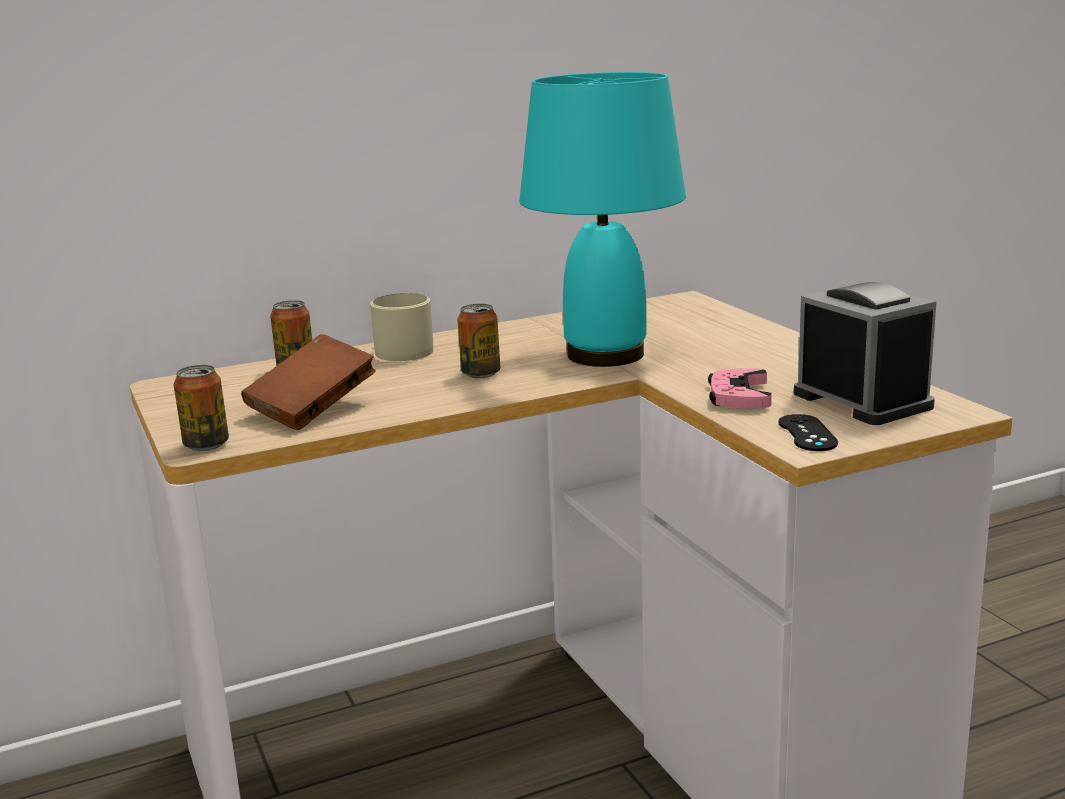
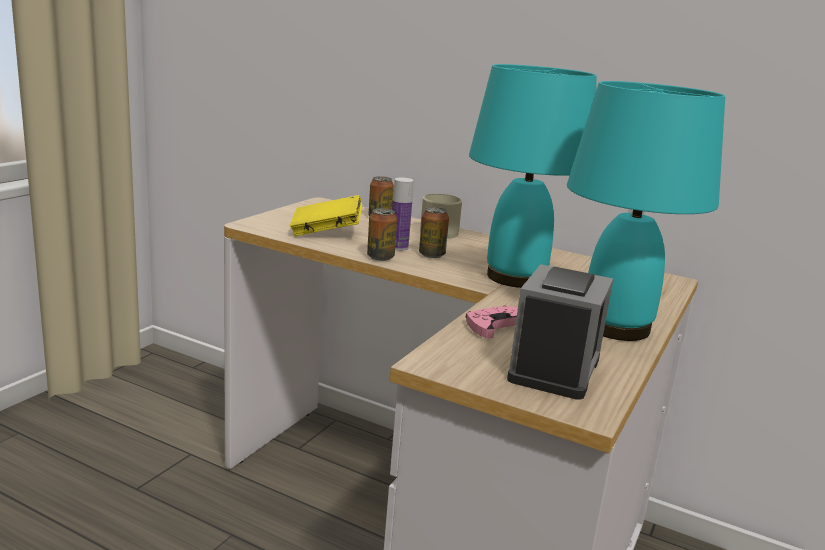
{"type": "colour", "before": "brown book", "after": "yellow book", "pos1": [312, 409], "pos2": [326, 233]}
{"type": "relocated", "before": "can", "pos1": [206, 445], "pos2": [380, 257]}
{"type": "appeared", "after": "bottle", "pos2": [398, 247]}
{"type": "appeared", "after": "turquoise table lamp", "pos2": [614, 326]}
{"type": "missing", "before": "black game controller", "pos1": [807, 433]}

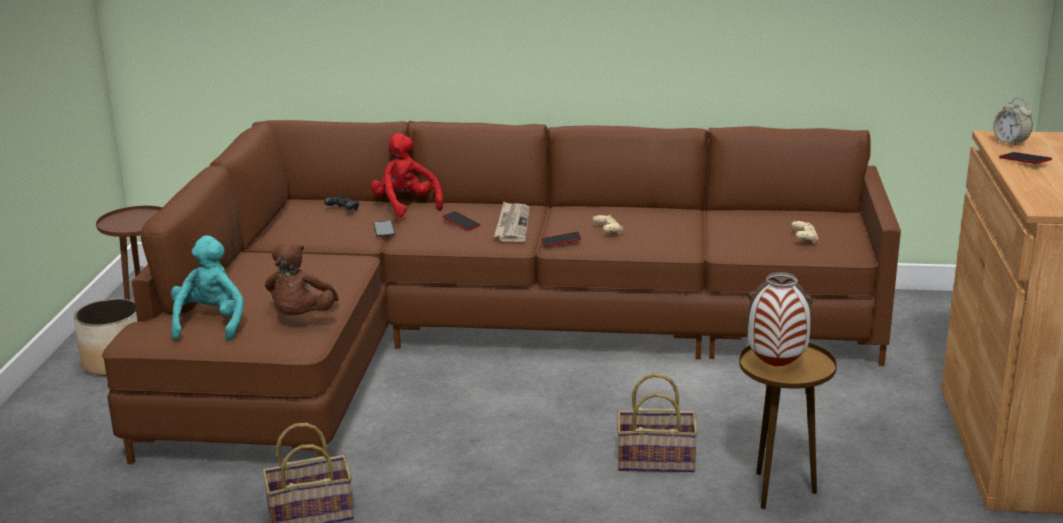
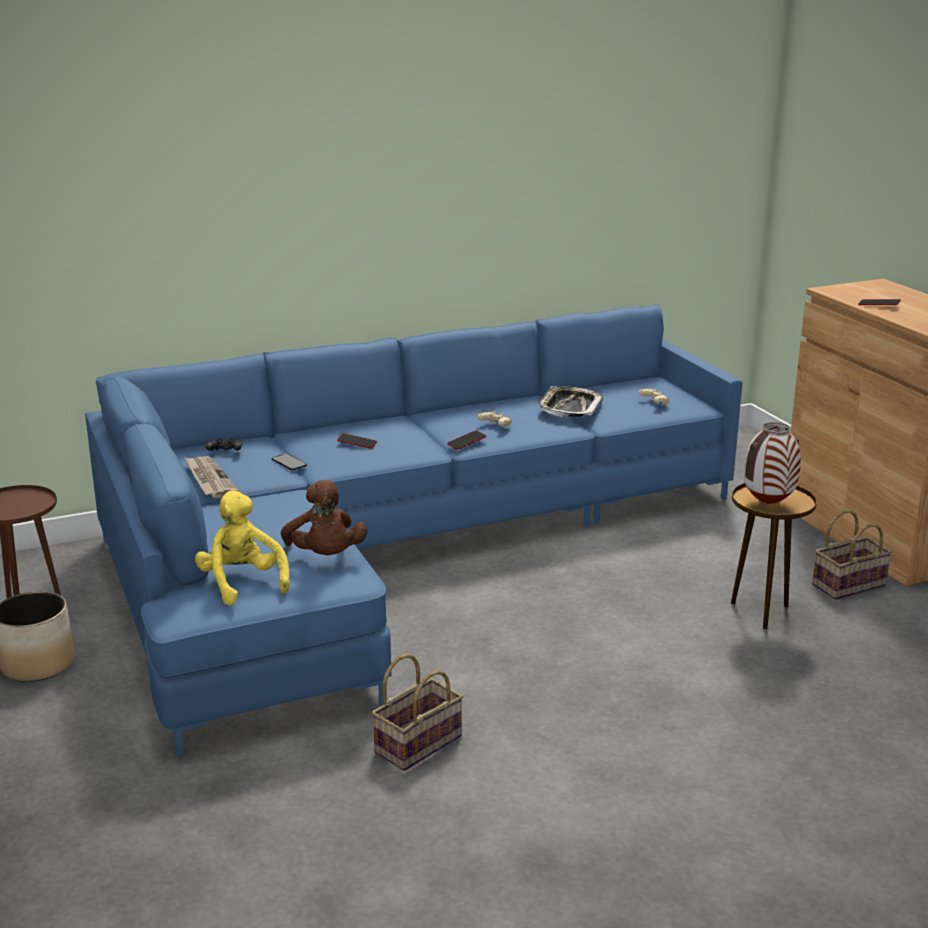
{"type": "colour", "before": "brown sofa", "after": "blue sofa", "pos1": [483, 338], "pos2": [389, 552]}
{"type": "relocated", "before": "newspaper", "pos1": [512, 225], "pos2": [209, 479]}
{"type": "colour", "before": "turquoise plush toy", "after": "yellow plush toy", "pos1": [211, 323], "pos2": [242, 583]}
{"type": "appeared", "after": "tray", "pos2": [569, 407]}
{"type": "relocated", "before": "basket", "pos1": [658, 460], "pos2": [849, 584]}
{"type": "missing", "before": "red plush toy", "pos1": [406, 205]}
{"type": "missing", "before": "alarm clock", "pos1": [1010, 142]}

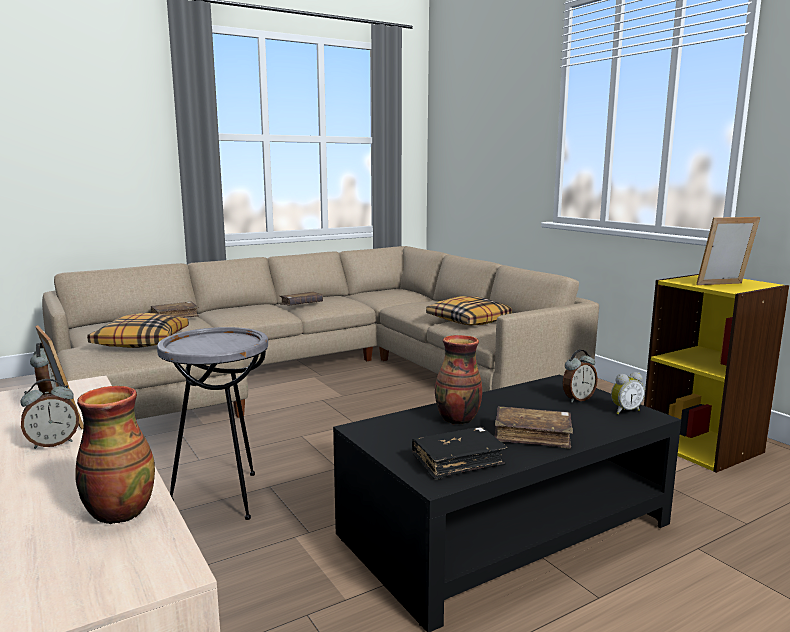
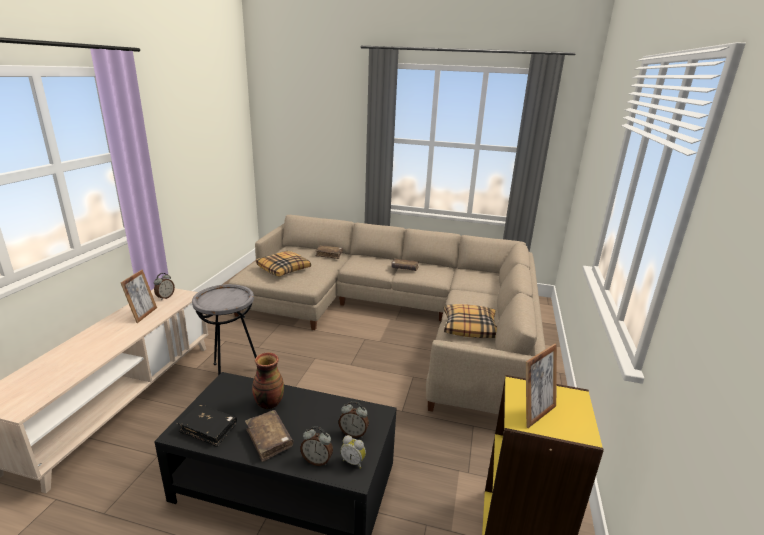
{"type": "relocated", "before": "alarm clock", "pos1": [53, 443], "pos2": [317, 460]}
{"type": "spun", "before": "picture frame", "pos1": [723, 285], "pos2": [535, 412], "turn": 105}
{"type": "missing", "before": "vase", "pos1": [118, 512]}

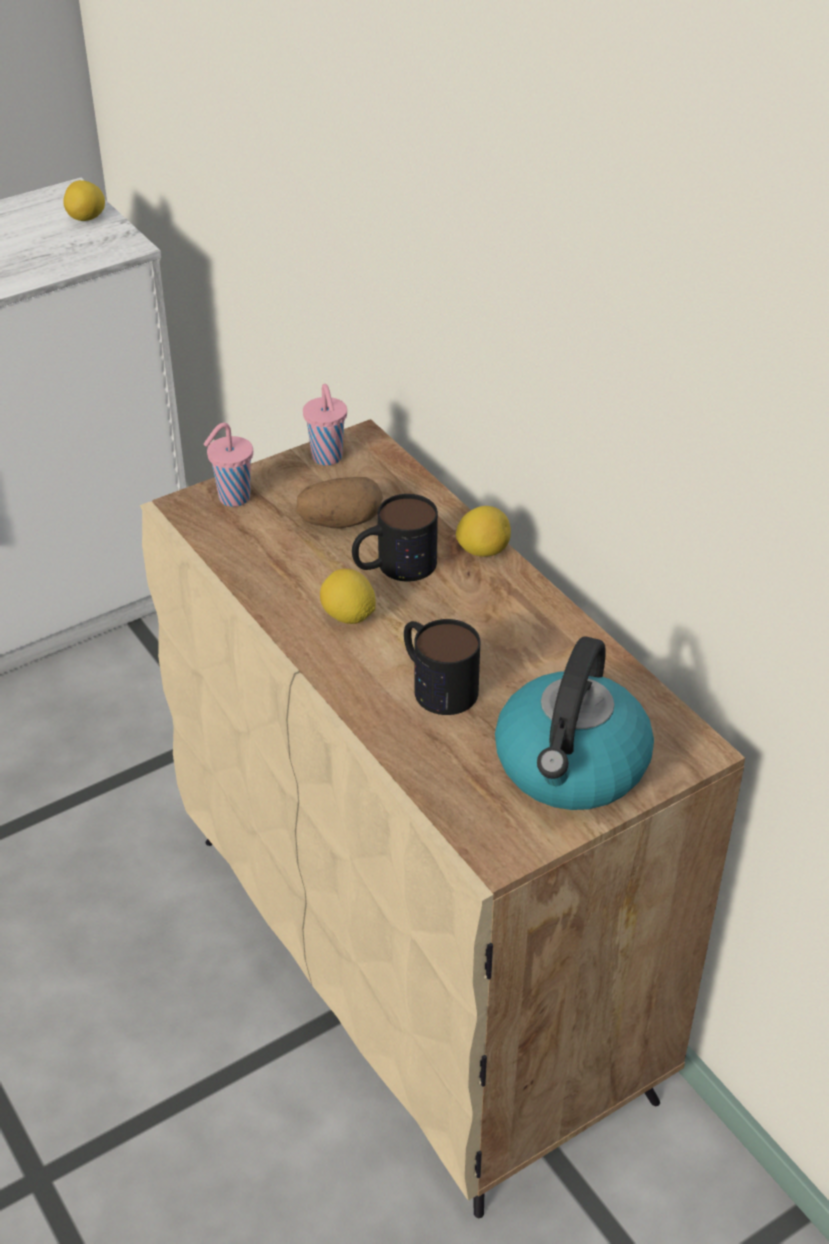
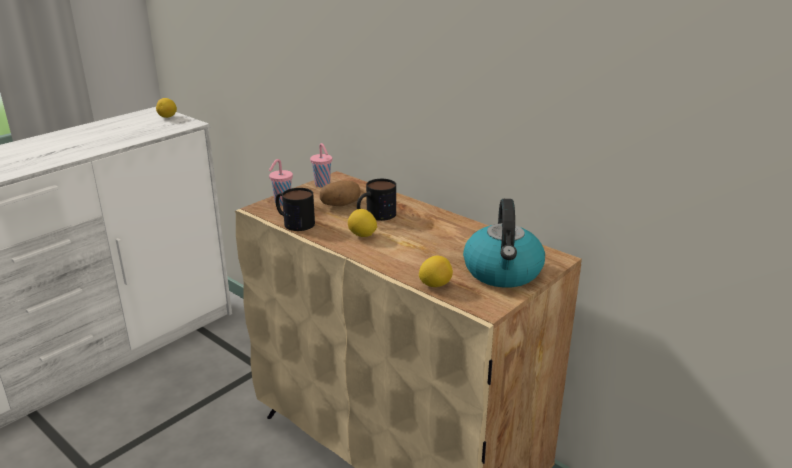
{"type": "relocated", "before": "mug", "pos1": [436, 683], "pos2": [294, 222]}
{"type": "relocated", "before": "lemon", "pos1": [483, 551], "pos2": [435, 284]}

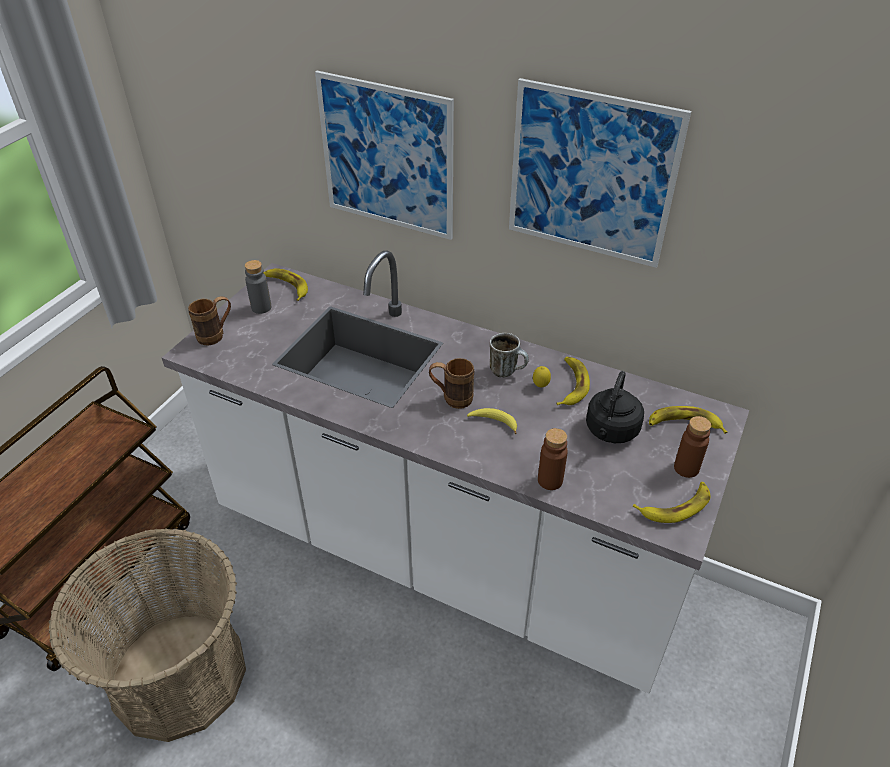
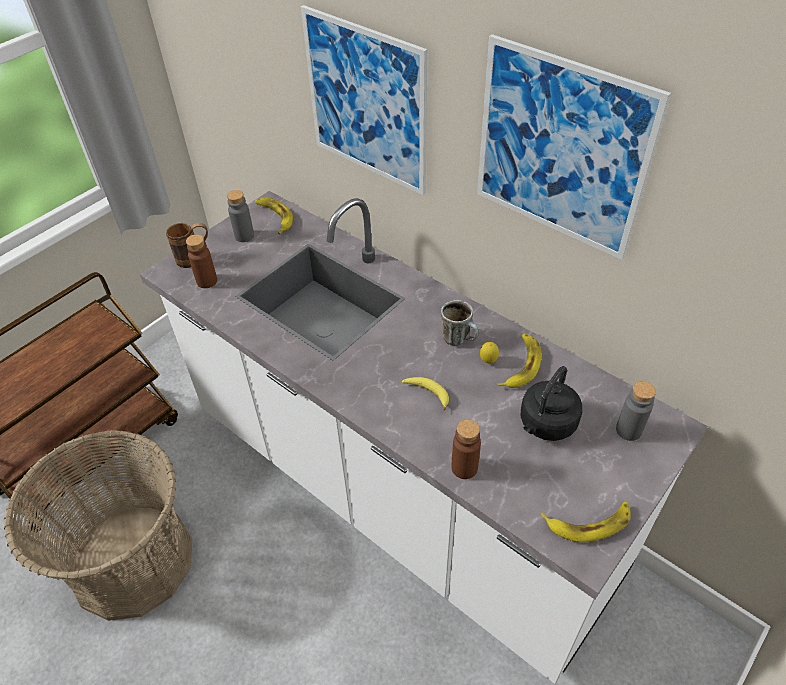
{"type": "relocated", "before": "brown bottle", "pos1": [686, 468], "pos2": [207, 281]}
{"type": "exchanged", "before": "banana", "after": "grey bottle", "pos1": [684, 424], "pos2": [628, 430]}
{"type": "missing", "before": "brown mug", "pos1": [451, 398]}

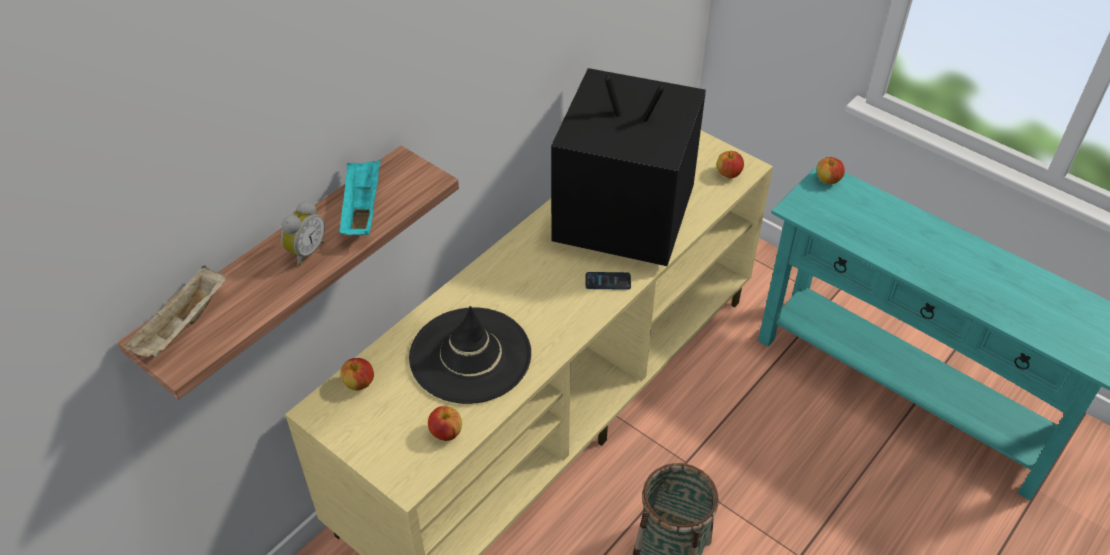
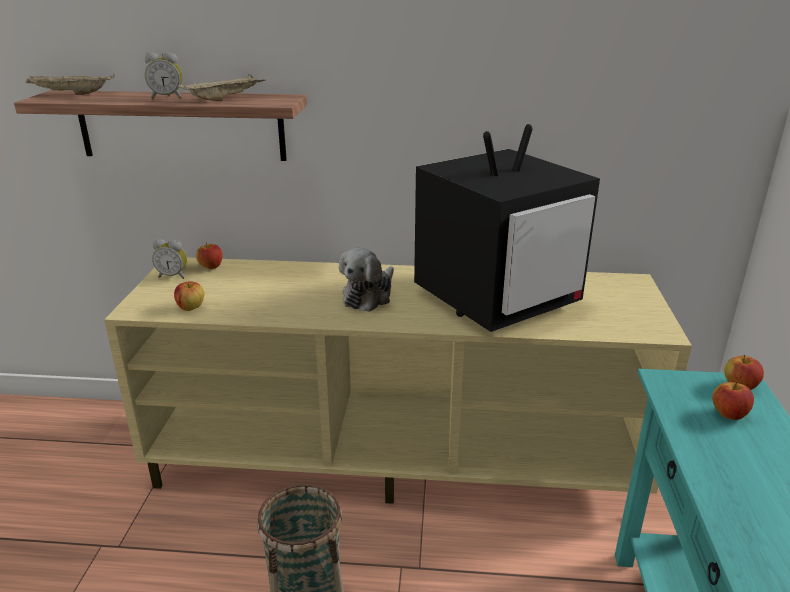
{"type": "appeared", "after": "alarm clock", "pos2": [173, 276]}
{"type": "colour", "before": "turquoise tray", "after": "beige tray", "pos1": [362, 209], "pos2": [225, 98]}
{"type": "appeared", "after": "plush toy", "pos2": [369, 296]}
{"type": "spun", "before": "television", "pos1": [621, 219], "pos2": [497, 299], "turn": 75}
{"type": "relocated", "before": "apple", "pos1": [728, 174], "pos2": [729, 414]}
{"type": "missing", "before": "black hat", "pos1": [470, 355]}
{"type": "missing", "before": "phone", "pos1": [608, 281]}

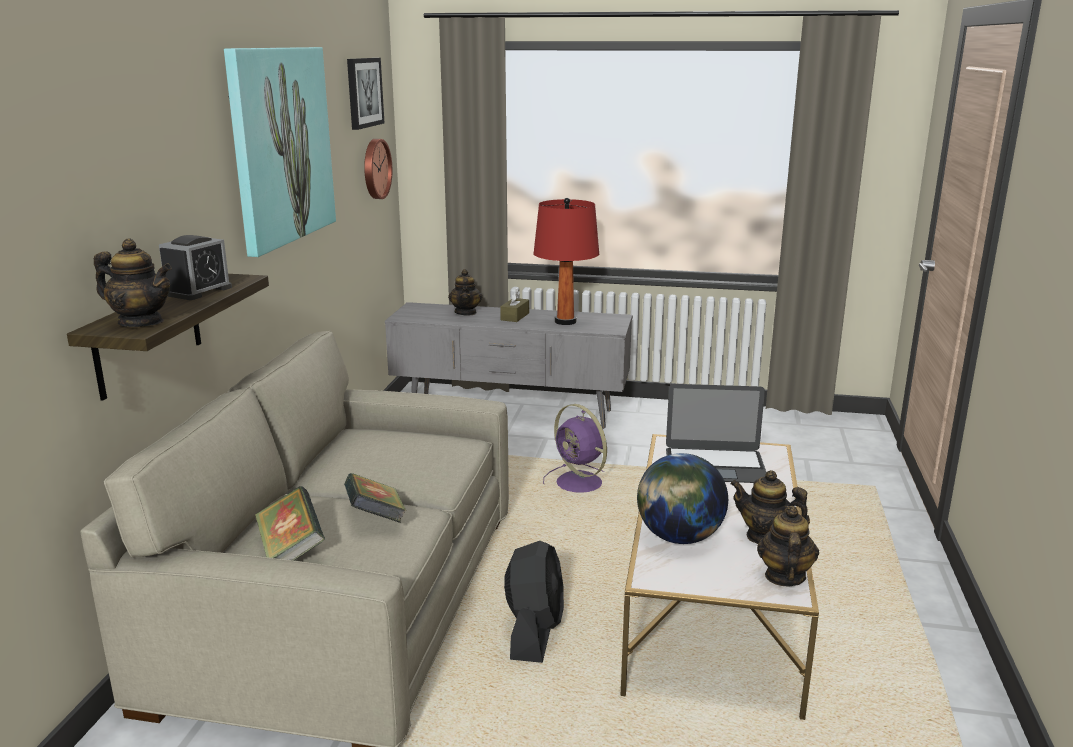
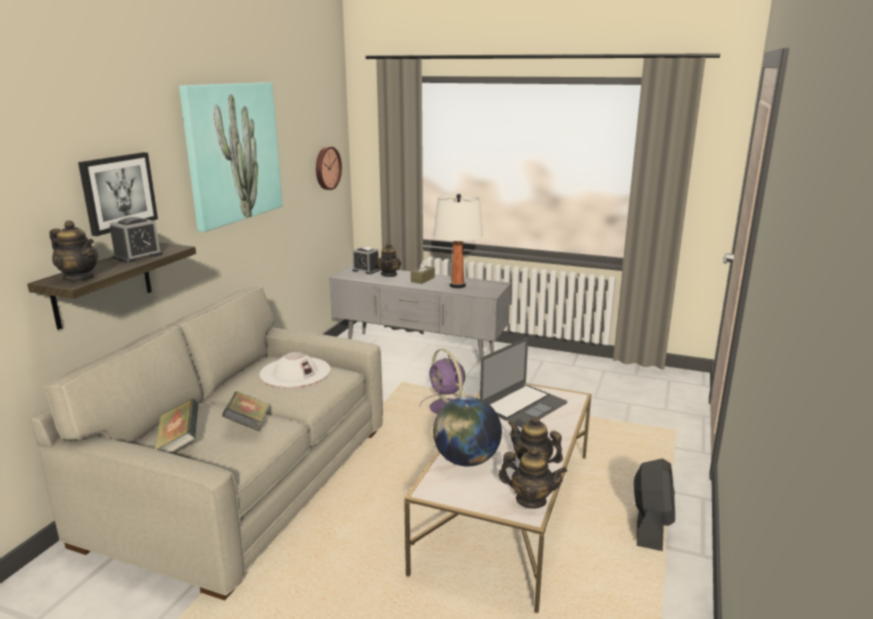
{"type": "relocated", "before": "picture", "pos1": [363, 92], "pos2": [118, 192]}
{"type": "appeared", "after": "white hat", "pos2": [295, 372]}
{"type": "appeared", "after": "alarm clock", "pos2": [366, 270]}
{"type": "colour", "before": "red table lamp", "after": "white table lamp", "pos1": [565, 321], "pos2": [457, 285]}
{"type": "spun", "before": "laptop", "pos1": [715, 465], "pos2": [523, 405], "turn": -60}
{"type": "spun", "before": "teapot", "pos1": [784, 576], "pos2": [530, 500], "turn": 90}
{"type": "relocated", "before": "black fan", "pos1": [534, 632], "pos2": [651, 526]}

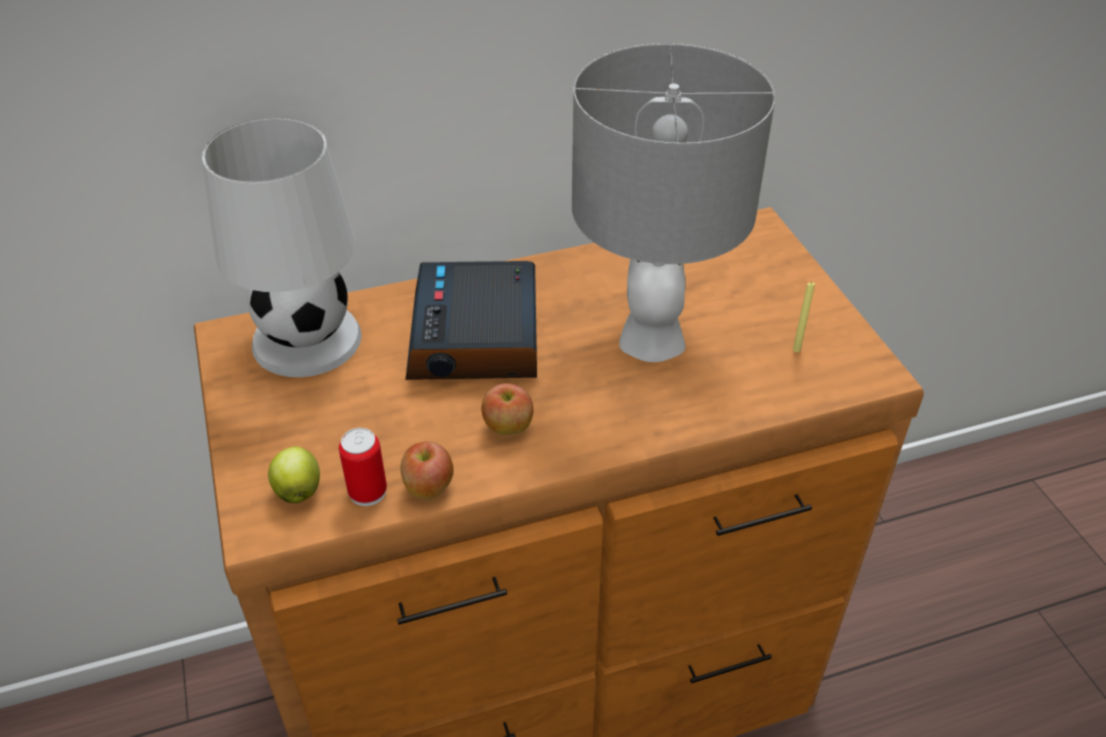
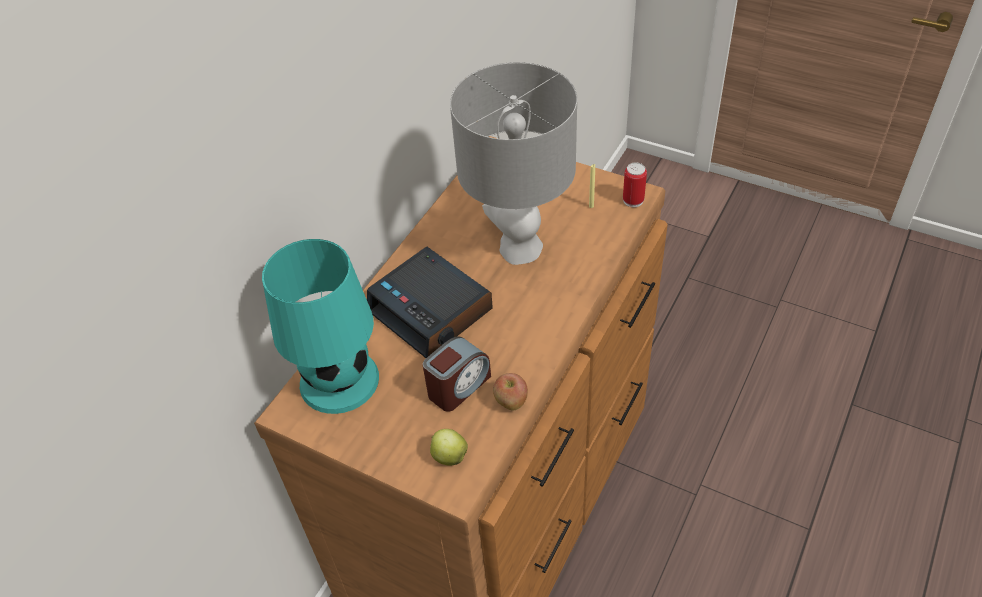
{"type": "colour", "before": "white table lamp", "after": "turquoise table lamp", "pos1": [306, 340], "pos2": [340, 381]}
{"type": "appeared", "after": "alarm clock", "pos2": [458, 386]}
{"type": "relocated", "before": "can", "pos1": [367, 492], "pos2": [633, 200]}
{"type": "missing", "before": "apple", "pos1": [508, 428]}

